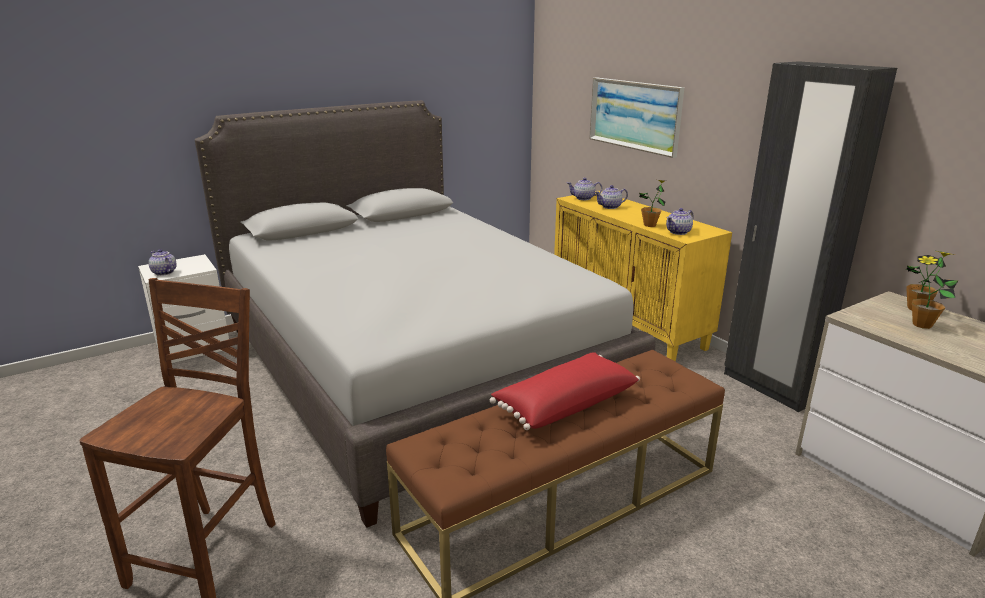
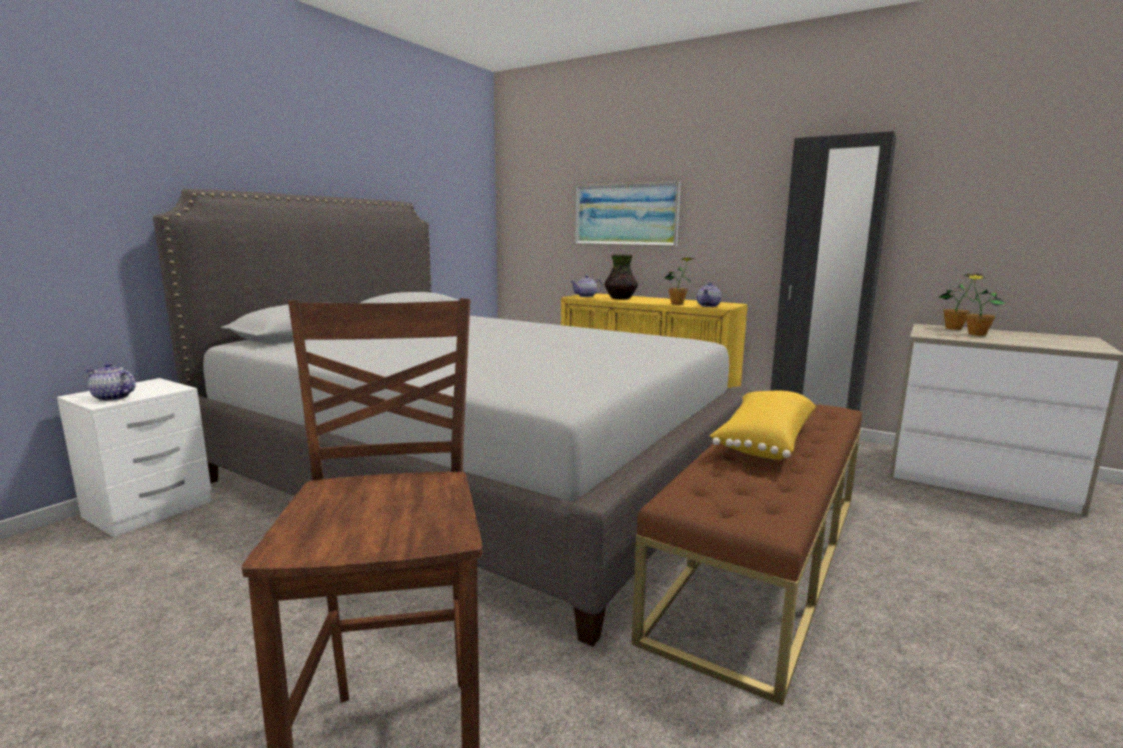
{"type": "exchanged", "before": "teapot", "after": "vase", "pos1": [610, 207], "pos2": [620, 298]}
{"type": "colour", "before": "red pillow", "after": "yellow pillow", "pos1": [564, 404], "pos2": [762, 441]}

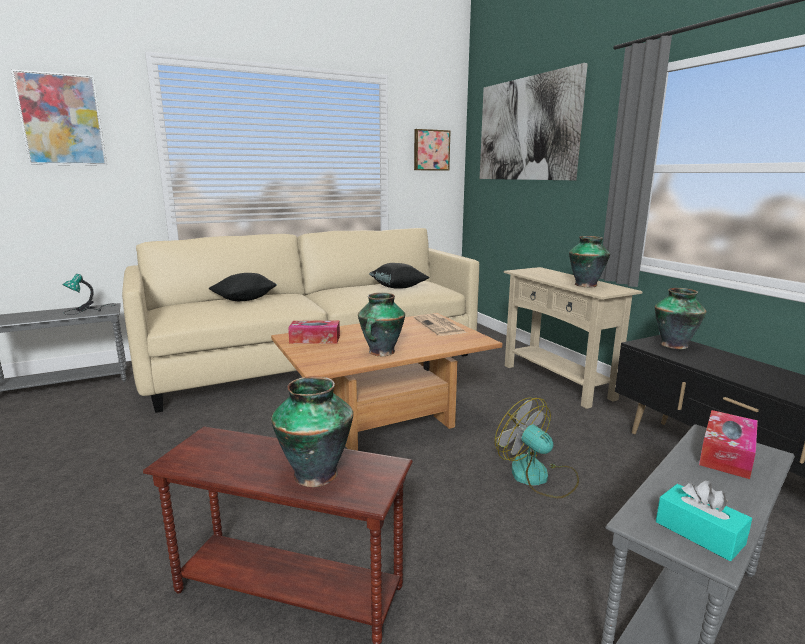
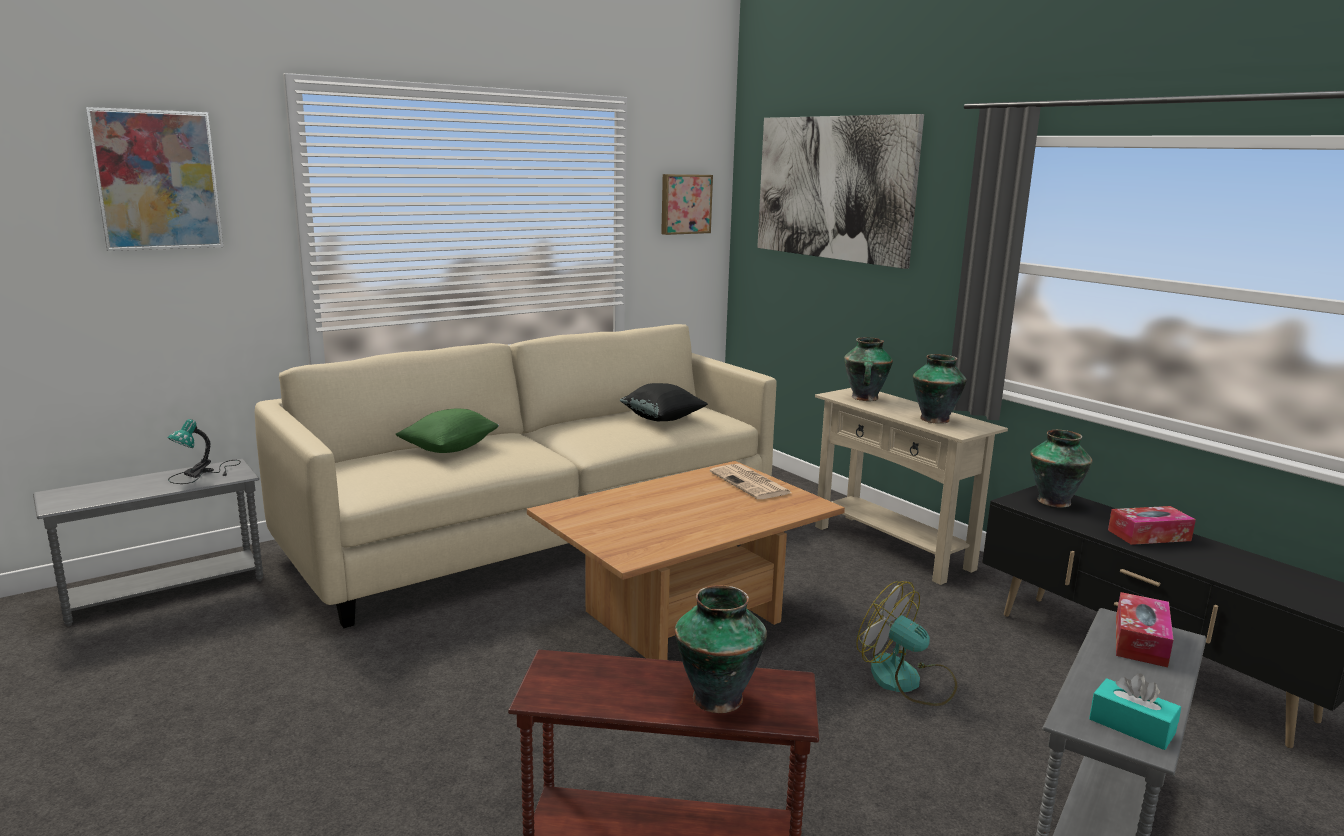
{"type": "colour", "before": "black pillow", "after": "green pillow", "pos1": [244, 299], "pos2": [449, 449]}
{"type": "relocated", "before": "vase", "pos1": [381, 352], "pos2": [864, 398]}
{"type": "relocated", "before": "tissue box", "pos1": [315, 339], "pos2": [1149, 535]}

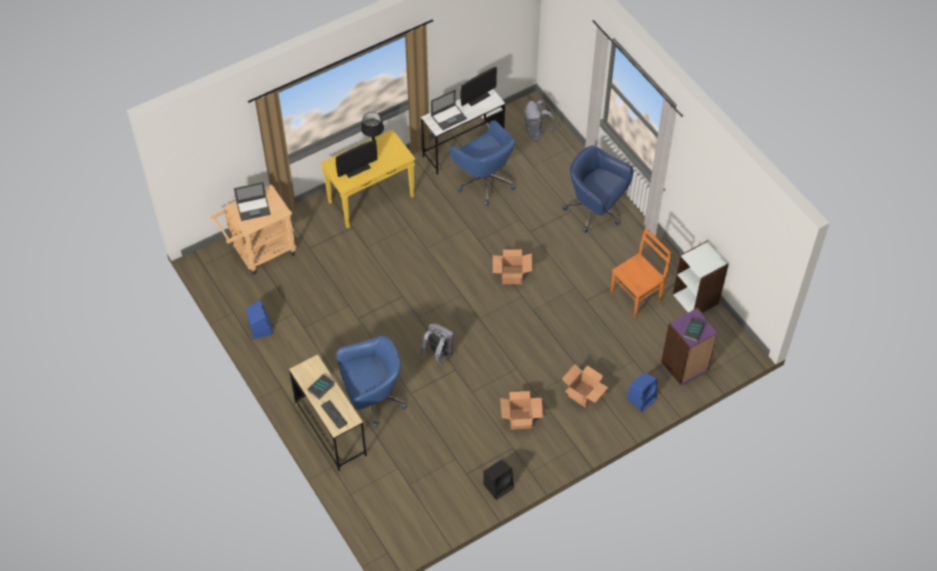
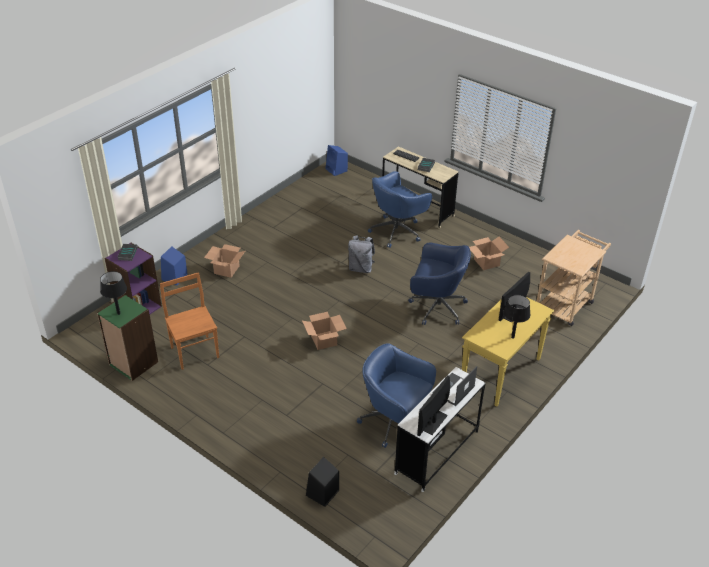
{"type": "colour", "before": "white bookcase", "after": "green bookcase", "pos1": [696, 299], "pos2": [133, 363]}
{"type": "appeared", "after": "black table lamp", "pos2": [118, 313]}
{"type": "spun", "before": "orange chair", "pos1": [636, 296], "pos2": [194, 351], "turn": 120}
{"type": "relocated", "before": "black speaker", "pos1": [499, 485], "pos2": [322, 494]}
{"type": "relocated", "before": "blue speaker", "pos1": [260, 328], "pos2": [337, 170]}
{"type": "relocated", "before": "blue office chair", "pos1": [595, 211], "pos2": [436, 307]}
{"type": "relocated", "before": "cardboard box", "pos1": [520, 418], "pos2": [487, 262]}
{"type": "missing", "before": "laptop", "pos1": [254, 208]}
{"type": "missing", "before": "grey backpack", "pos1": [537, 132]}

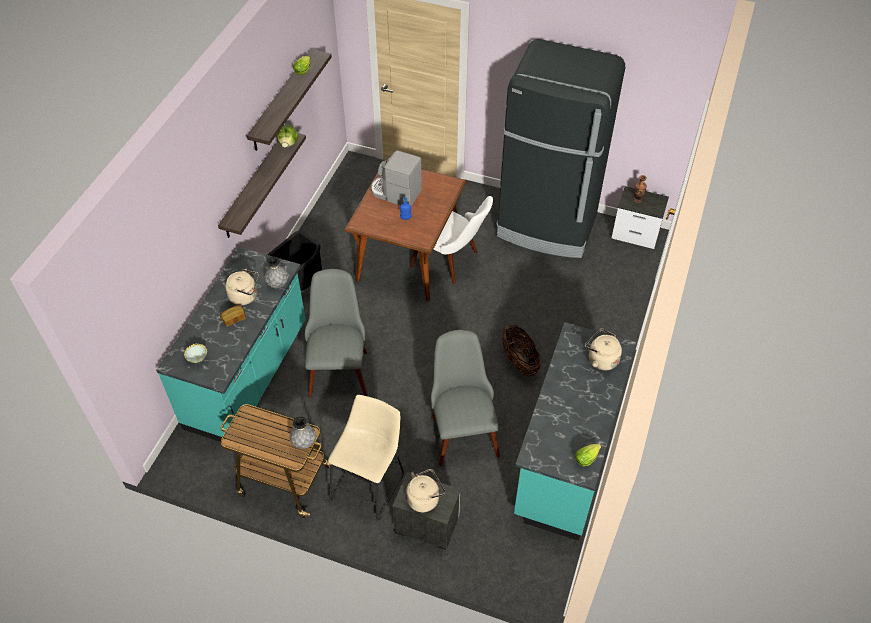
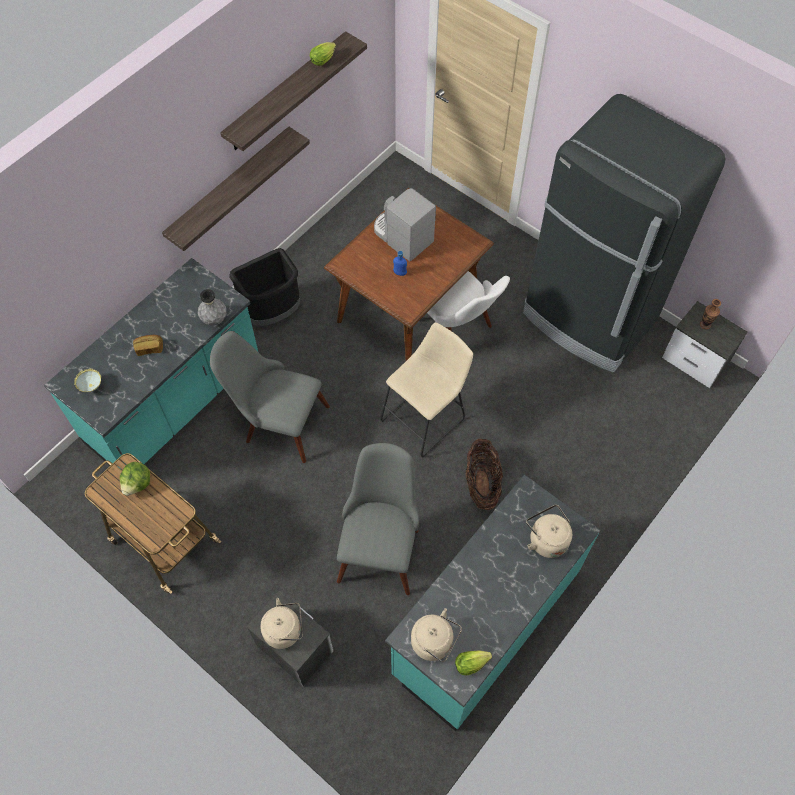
{"type": "relocated", "before": "lettuce", "pos1": [288, 144], "pos2": [138, 484]}
{"type": "spun", "before": "grey chair", "pos1": [339, 365], "pos2": [276, 421], "turn": -90}
{"type": "relocated", "before": "beige stool", "pos1": [370, 483], "pos2": [426, 417]}
{"type": "relocated", "before": "beige kettle", "pos1": [245, 296], "pos2": [434, 643]}
{"type": "missing", "before": "grey vase", "pos1": [304, 443]}

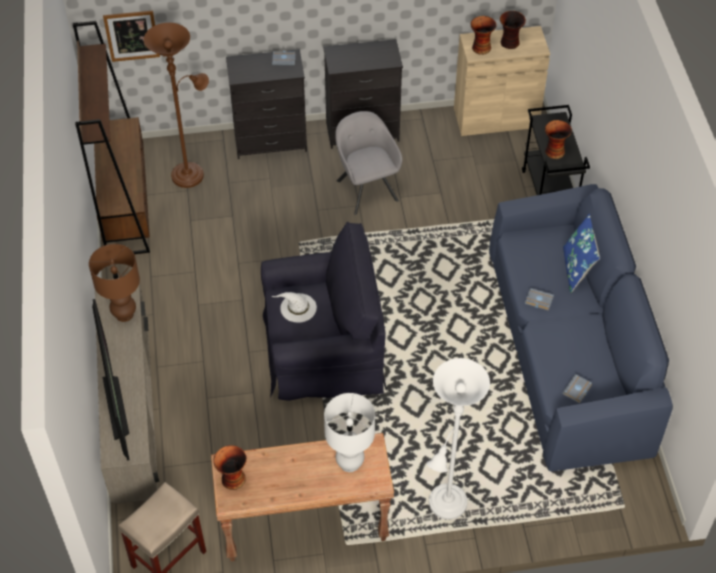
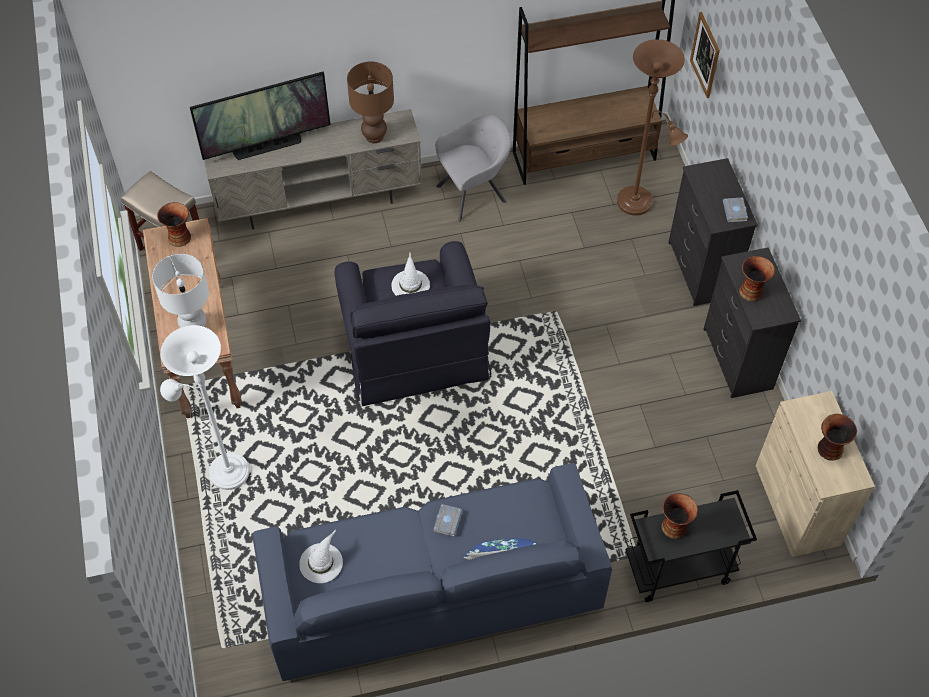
{"type": "exchanged", "before": "grey book", "after": "white hat", "pos1": [577, 390], "pos2": [321, 562]}
{"type": "relocated", "before": "grey armchair", "pos1": [366, 188], "pos2": [474, 192]}
{"type": "relocated", "before": "vase", "pos1": [480, 48], "pos2": [751, 291]}

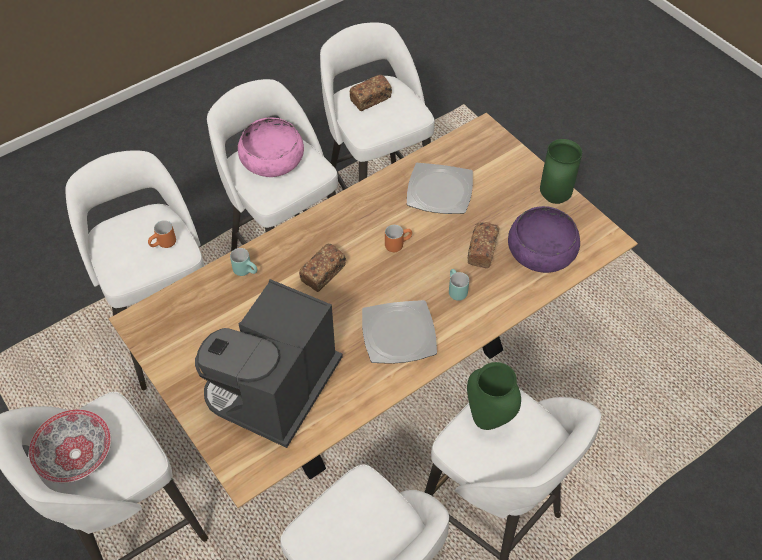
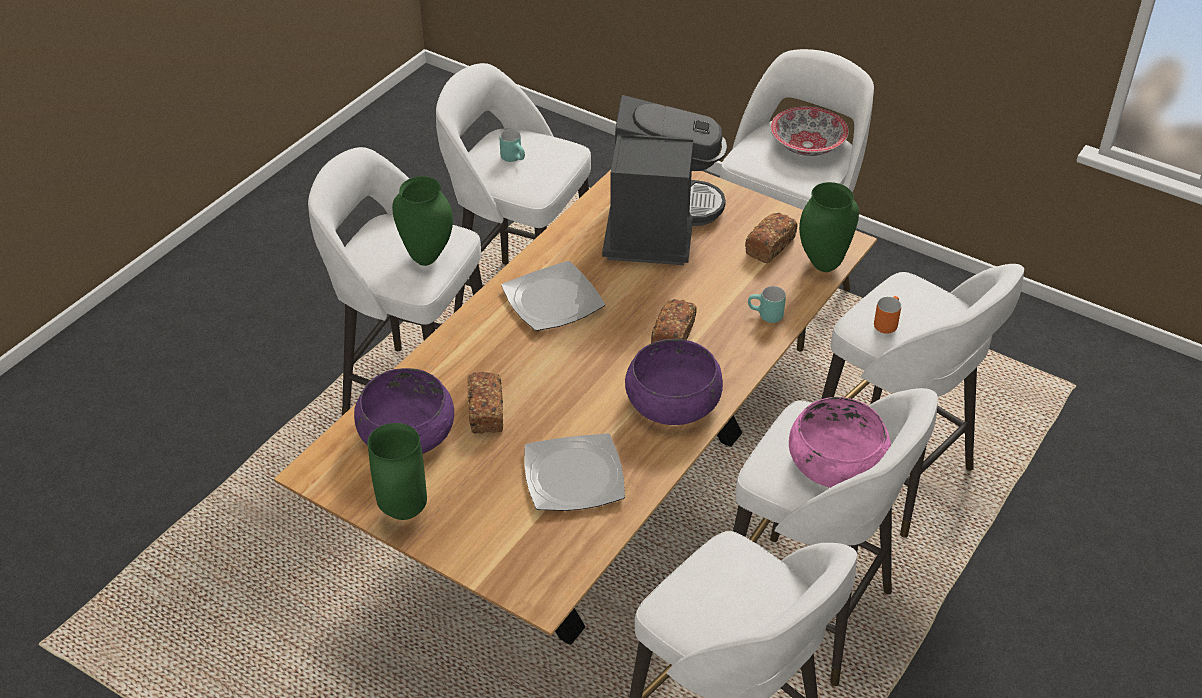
{"type": "relocated", "before": "turquoise mug", "pos1": [455, 290], "pos2": [515, 158]}
{"type": "appeared", "after": "purple bowl", "pos2": [672, 400]}
{"type": "relocated", "before": "bread", "pos1": [370, 99], "pos2": [770, 246]}
{"type": "appeared", "after": "green vase", "pos2": [823, 265]}
{"type": "missing", "before": "orange mug", "pos1": [397, 244]}

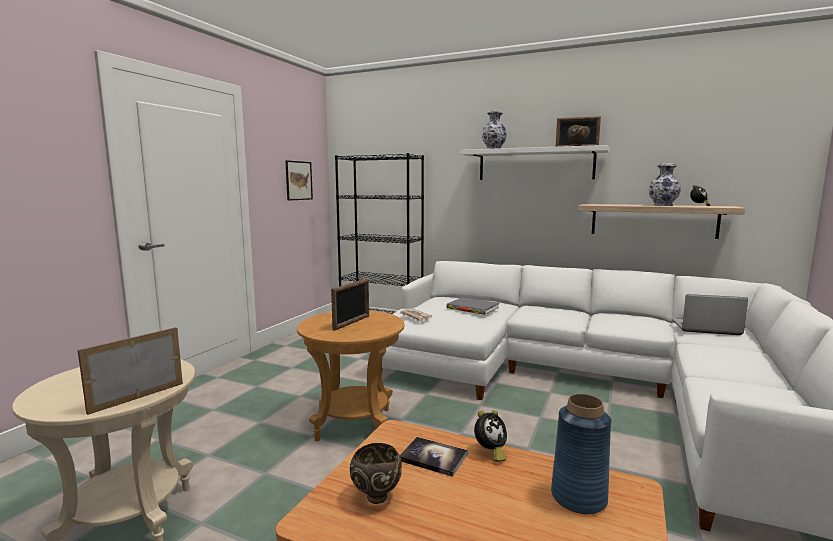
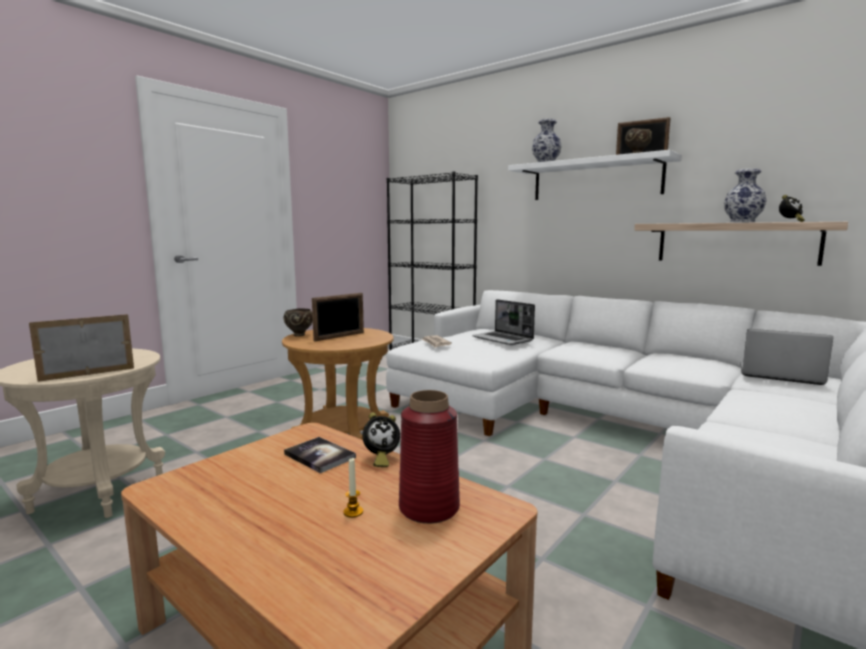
{"type": "relocated", "before": "brown bowl", "pos1": [376, 496], "pos2": [299, 335]}
{"type": "appeared", "after": "candle", "pos2": [353, 512]}
{"type": "colour", "before": "blue vase", "after": "red vase", "pos1": [578, 497], "pos2": [429, 507]}
{"type": "exchanged", "before": "grey book", "after": "laptop", "pos1": [472, 308], "pos2": [503, 339]}
{"type": "missing", "before": "picture", "pos1": [298, 180]}

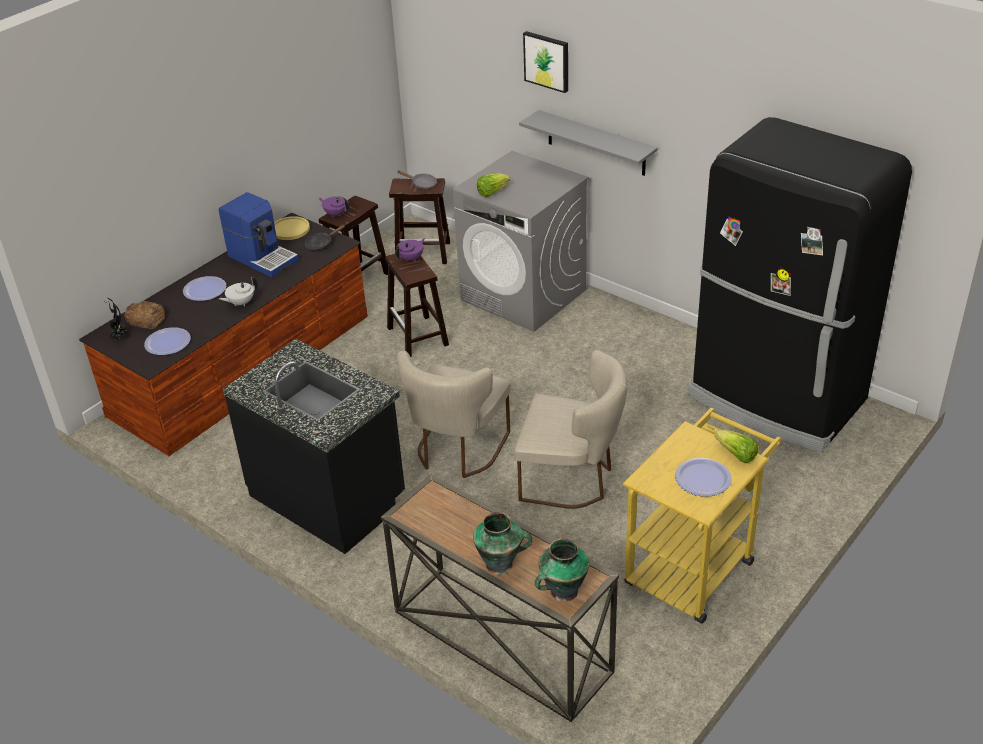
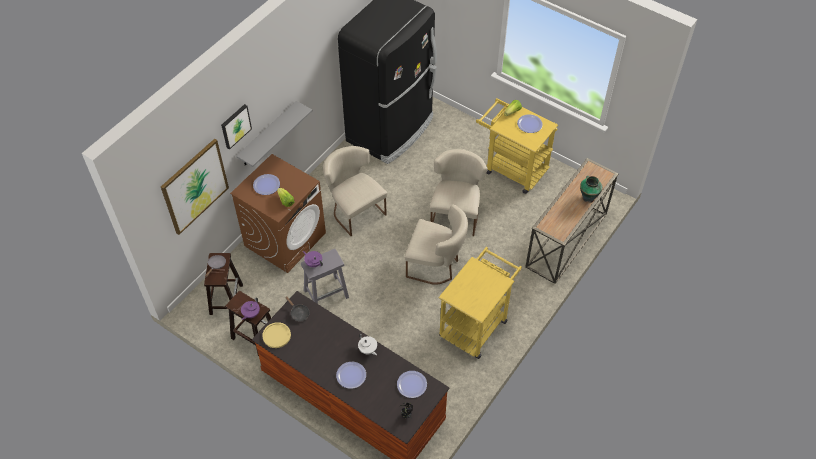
{"type": "appeared", "after": "picture", "pos2": [195, 186]}
{"type": "colour", "before": "grey washing machine", "after": "brown washing machine", "pos1": [524, 295], "pos2": [285, 239]}
{"type": "appeared", "after": "plate", "pos2": [266, 185]}
{"type": "colour", "before": "brown stool", "after": "grey stool", "pos1": [418, 337], "pos2": [327, 293]}
{"type": "appeared", "after": "beige chair", "pos2": [355, 210]}
{"type": "exchanged", "before": "black counter", "after": "yellow cart", "pos1": [329, 497], "pos2": [476, 324]}
{"type": "missing", "before": "bread", "pos1": [146, 319]}
{"type": "missing", "before": "coffee machine", "pos1": [263, 257]}
{"type": "missing", "before": "vase", "pos1": [562, 592]}

